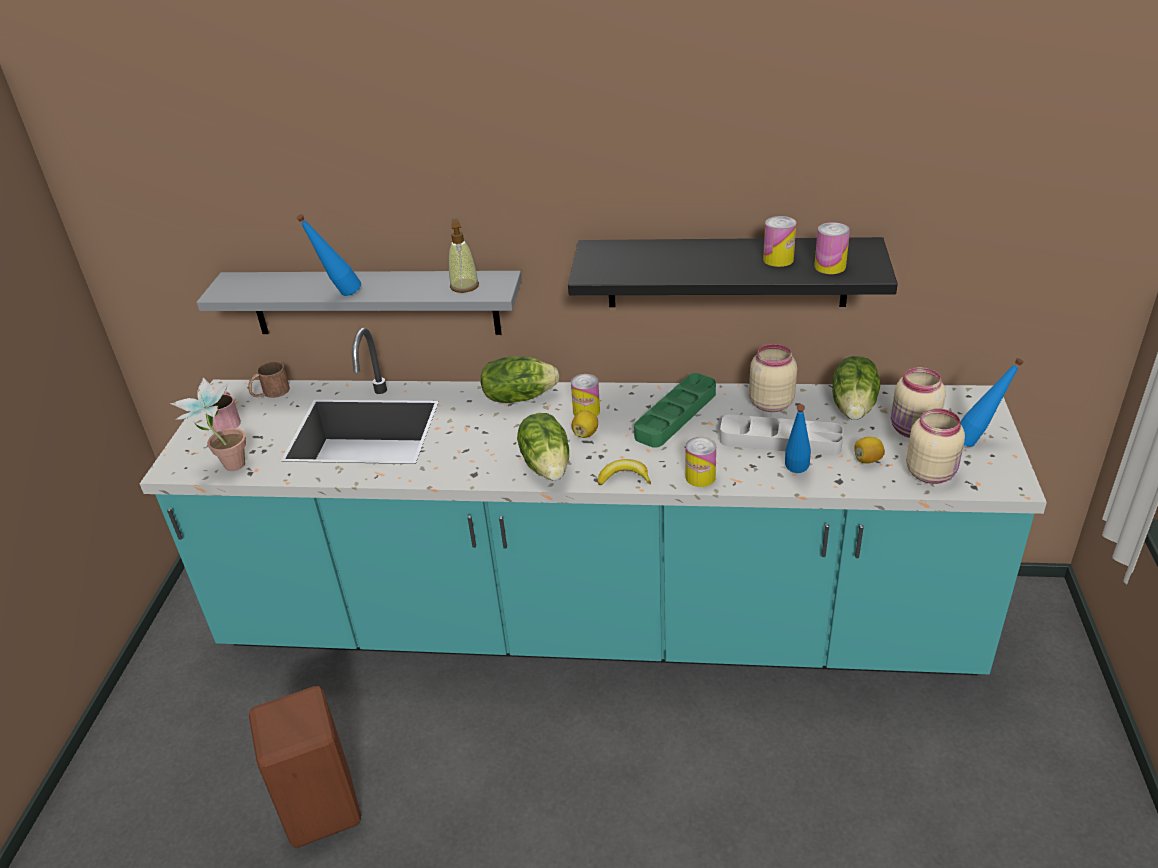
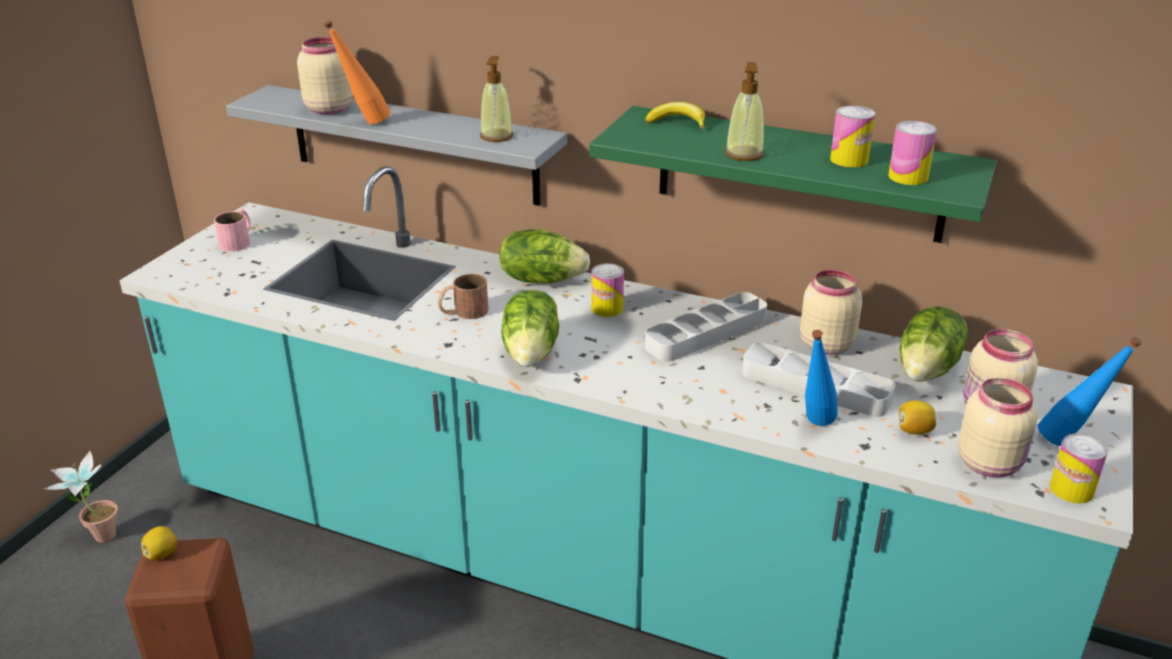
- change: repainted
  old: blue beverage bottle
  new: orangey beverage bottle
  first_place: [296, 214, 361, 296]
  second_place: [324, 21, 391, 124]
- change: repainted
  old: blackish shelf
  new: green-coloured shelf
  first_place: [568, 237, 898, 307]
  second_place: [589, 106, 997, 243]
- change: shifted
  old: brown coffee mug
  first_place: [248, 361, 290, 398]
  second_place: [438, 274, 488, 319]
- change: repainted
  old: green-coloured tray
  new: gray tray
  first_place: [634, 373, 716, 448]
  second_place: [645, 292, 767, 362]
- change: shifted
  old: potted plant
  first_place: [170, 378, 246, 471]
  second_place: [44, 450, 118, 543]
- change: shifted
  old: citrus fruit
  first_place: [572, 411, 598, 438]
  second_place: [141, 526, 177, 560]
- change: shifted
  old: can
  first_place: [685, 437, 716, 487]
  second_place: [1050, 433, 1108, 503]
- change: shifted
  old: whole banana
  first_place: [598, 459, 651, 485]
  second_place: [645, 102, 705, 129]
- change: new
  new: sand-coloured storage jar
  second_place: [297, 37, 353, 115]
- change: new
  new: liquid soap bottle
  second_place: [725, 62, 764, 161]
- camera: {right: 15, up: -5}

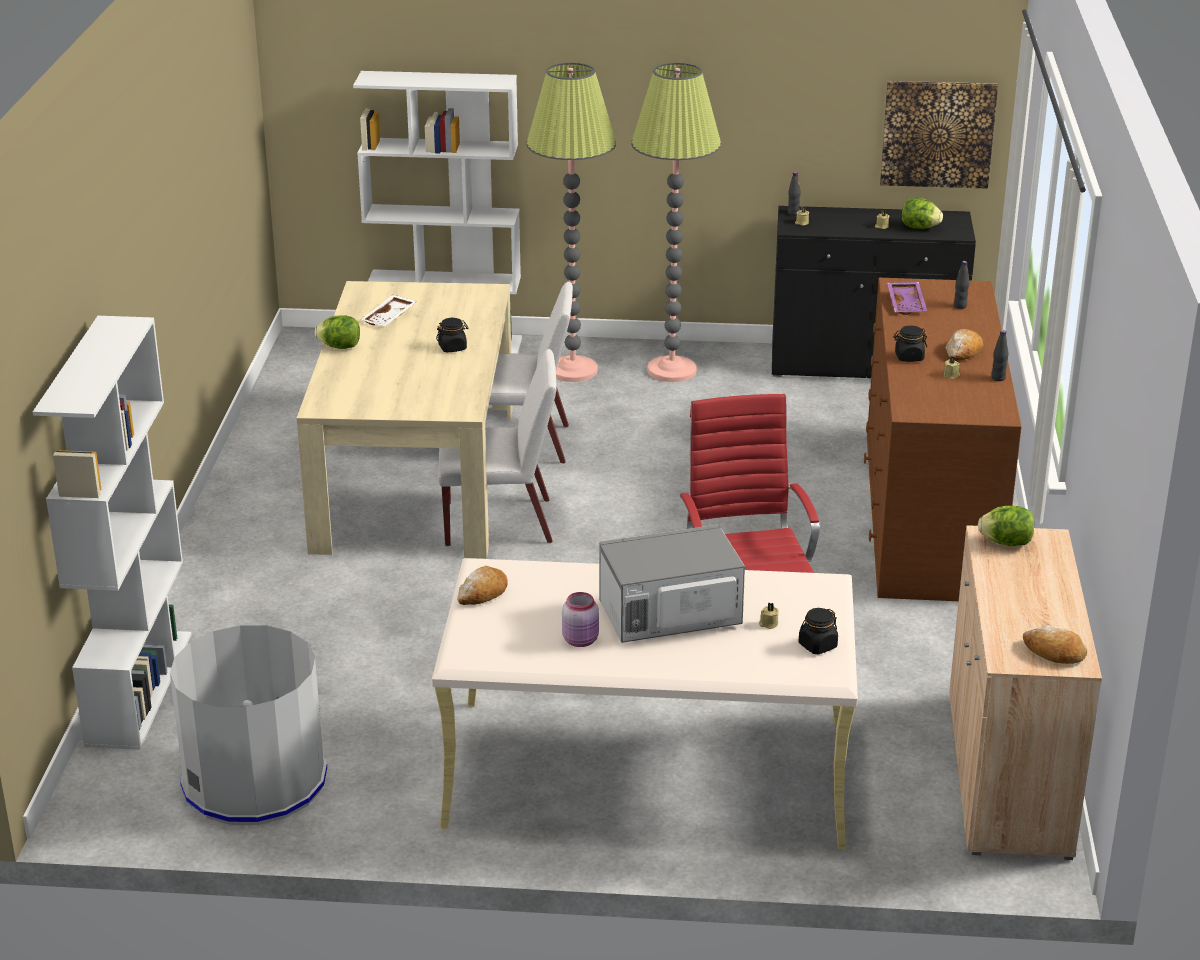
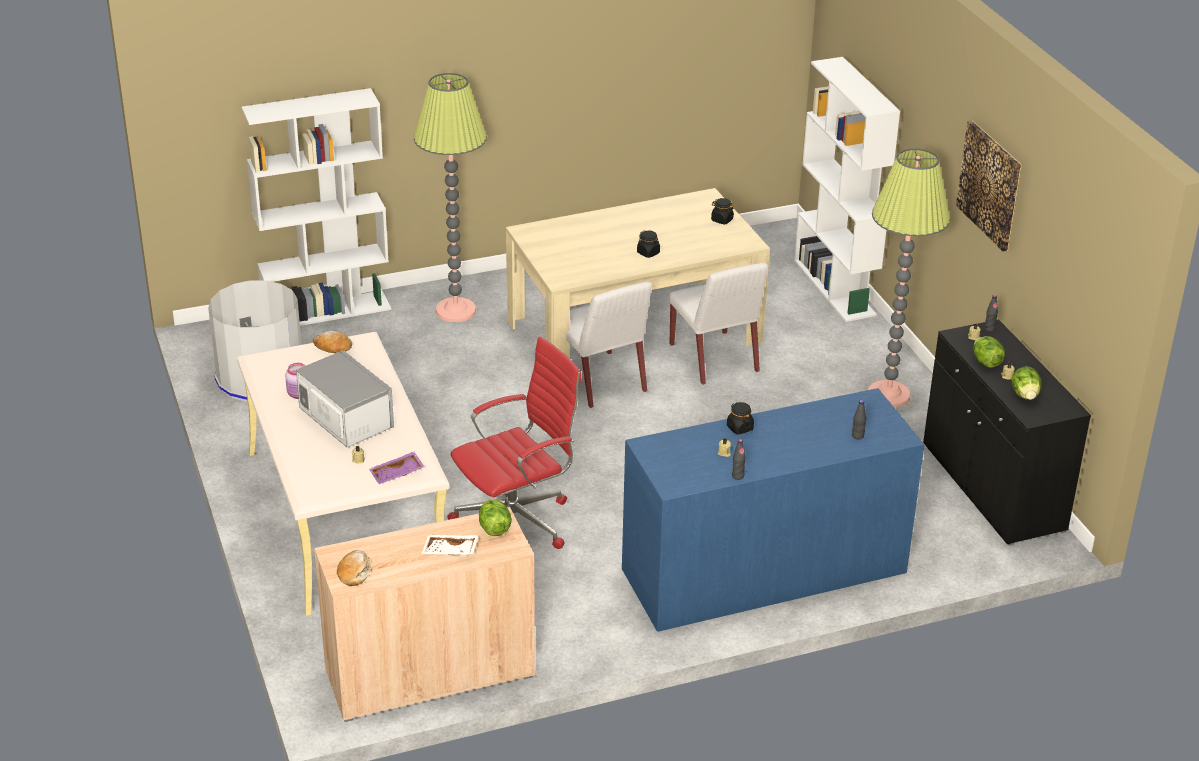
- change: shifted
  old: standing lamp
  first_place: [526, 63, 616, 382]
  second_place: [414, 73, 487, 322]
- change: shifted
  old: wall picture
  first_place: [880, 81, 998, 189]
  second_place: [956, 121, 1022, 251]
- change: repainted
  old: brown dresser
  new: blue dresser
  first_place: [864, 278, 1022, 601]
  second_place: [622, 388, 925, 632]
- change: shifted
  old: purplish tray
  first_place: [887, 282, 927, 315]
  second_place: [369, 452, 424, 484]
- change: shifted
  old: white-coloured tray
  first_place: [360, 295, 417, 326]
  second_place: [421, 535, 479, 555]
- change: shifted
  old: lettuce
  first_place: [315, 315, 360, 349]
  second_place: [974, 336, 1005, 368]
- change: gone
  old: bread
  first_place: [946, 329, 983, 361]
- change: shifted
  old: blackish storage jar
  first_place: [799, 608, 838, 654]
  second_place: [711, 198, 734, 224]
- camera: {right: 65, up: 5}

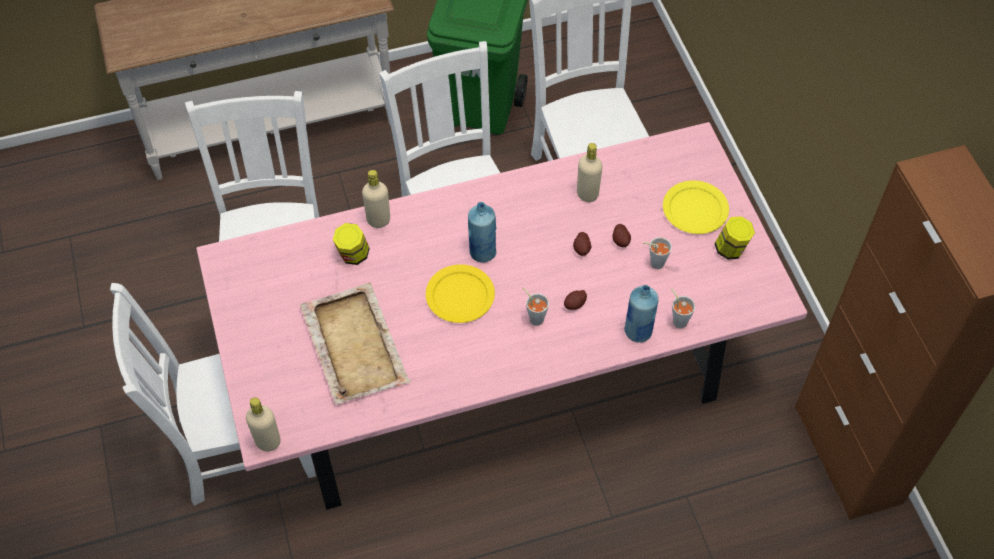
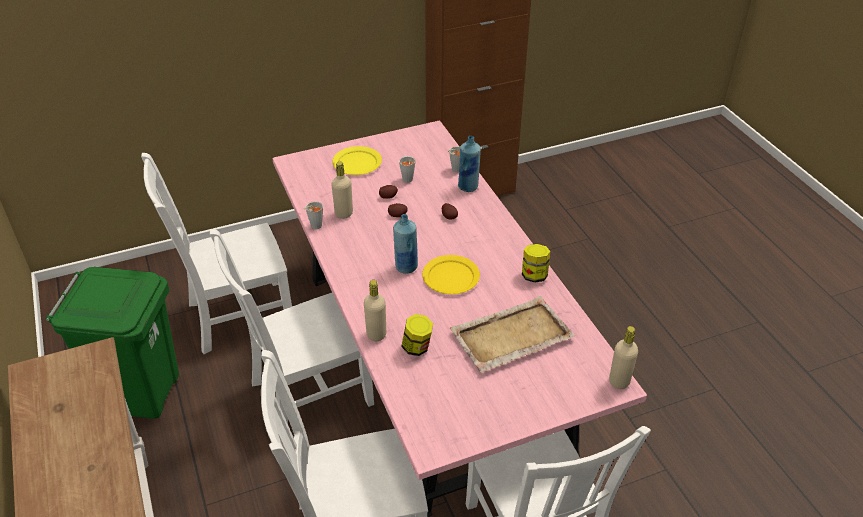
- change: shifted
  old: storage jar
  first_place: [714, 216, 755, 260]
  second_place: [522, 244, 550, 283]
- change: shifted
  old: gray small cup
  first_place: [523, 287, 549, 326]
  second_place: [303, 201, 323, 229]
- camera: {right: -95, up: -15}

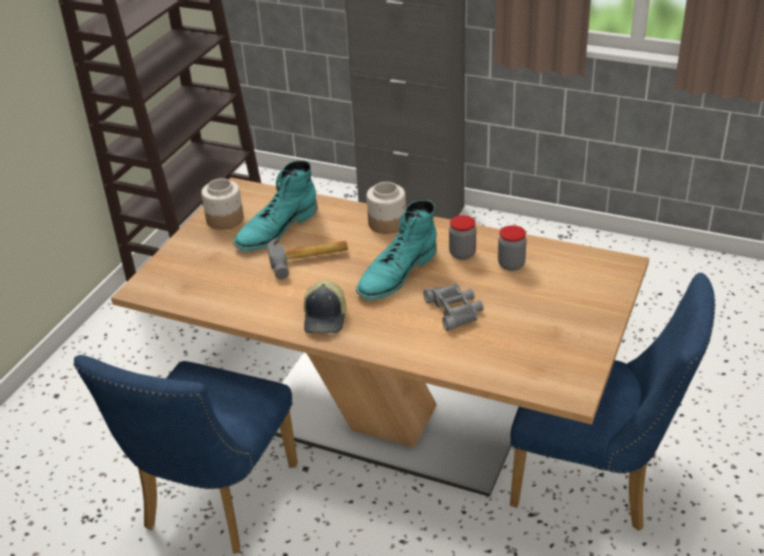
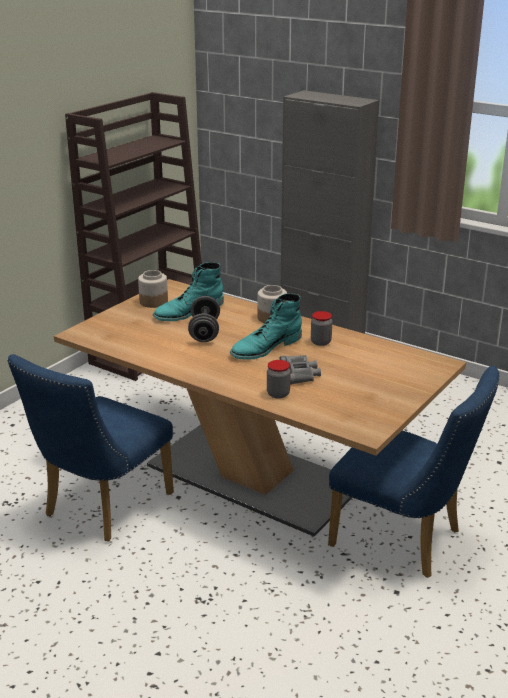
- change: shifted
  old: storage jar
  first_place: [498, 225, 527, 271]
  second_place: [267, 360, 291, 399]
- change: swapped
  old: hammer
  new: gray dumbbell
  first_place: [268, 238, 348, 280]
  second_place: [188, 296, 220, 342]
- change: gone
  old: cap
  first_place: [304, 280, 346, 333]
- camera: {right: 10, up: -10}

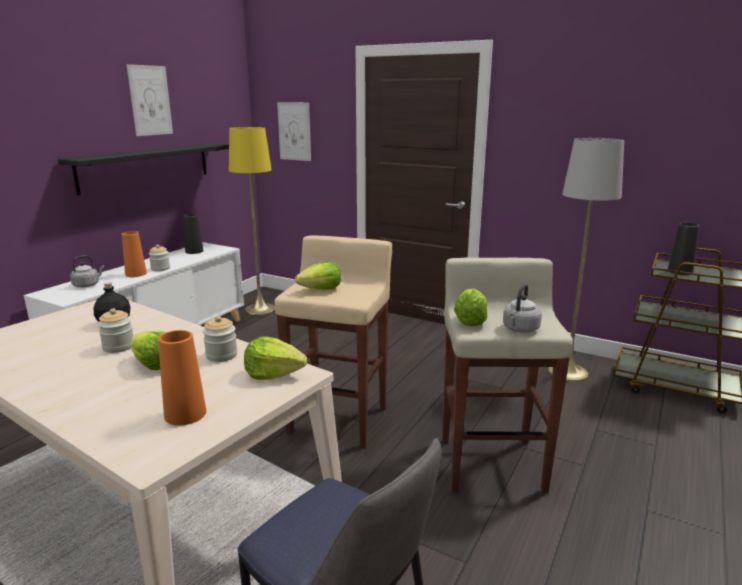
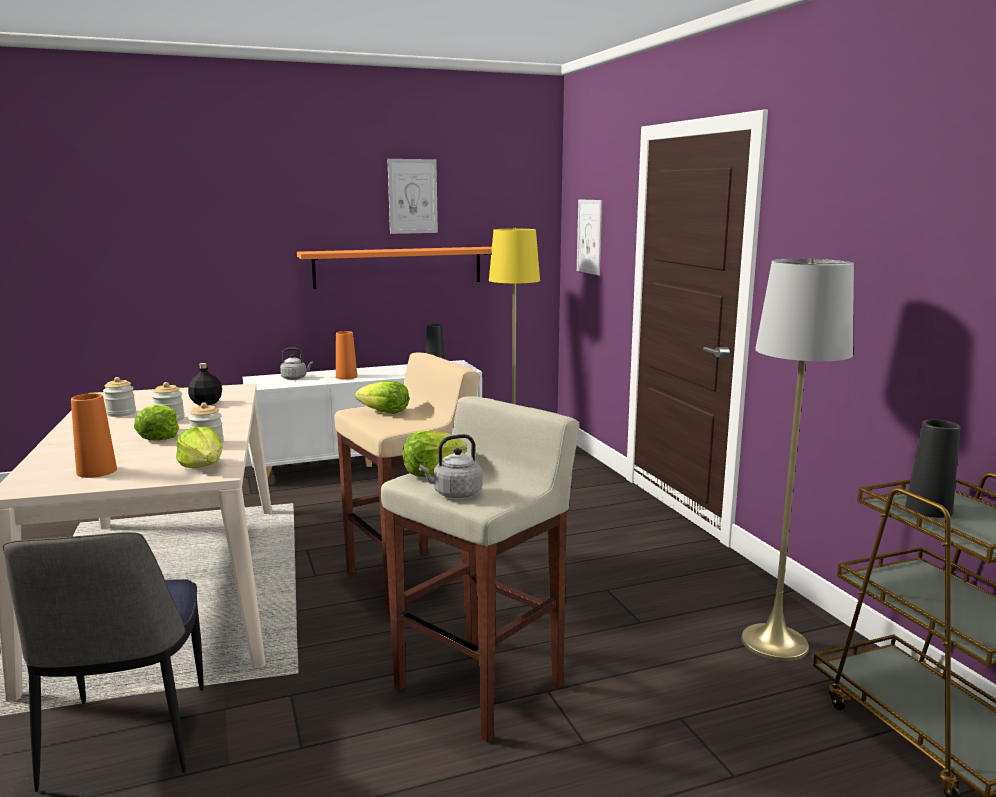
- change: repainted
  old: blackish shelf
  new: orangey shelf
  first_place: [57, 144, 229, 195]
  second_place: [297, 247, 492, 289]
- change: shifted
  old: storage jar
  first_place: [149, 245, 170, 271]
  second_place: [103, 377, 136, 417]
- camera: {right: 40, up: -5}

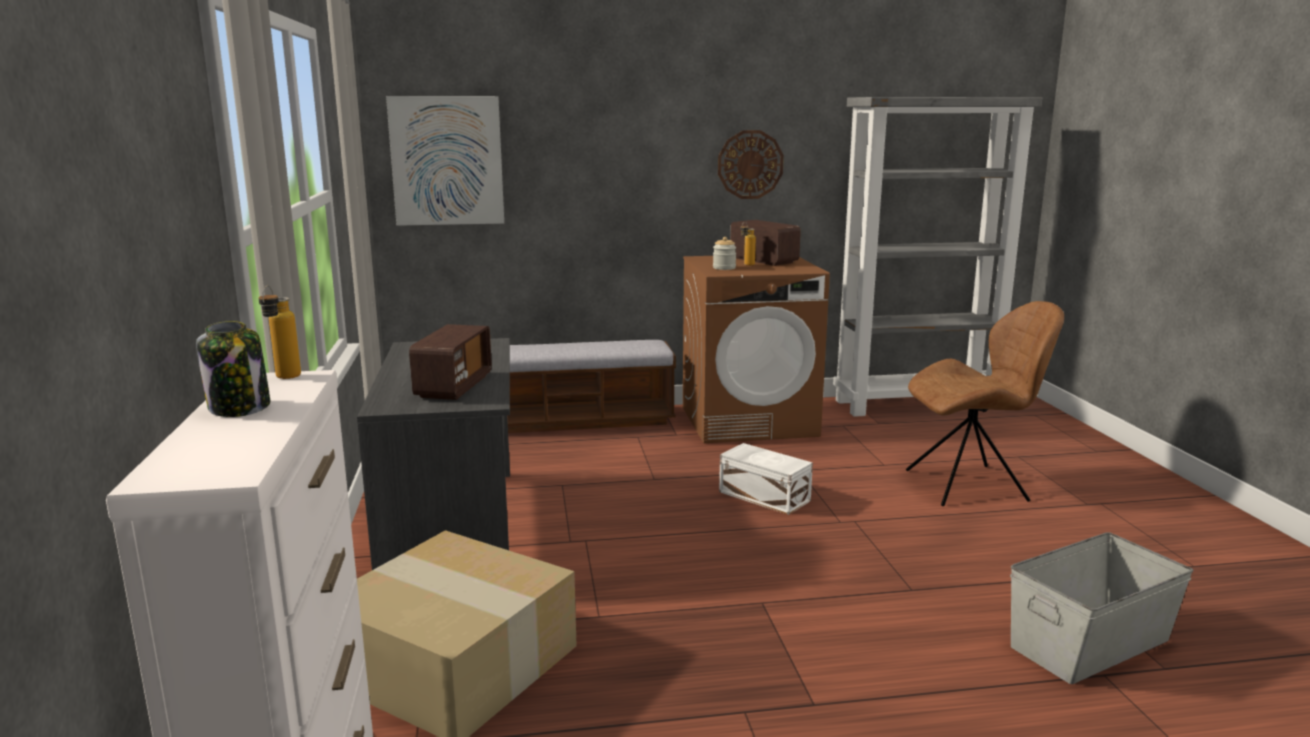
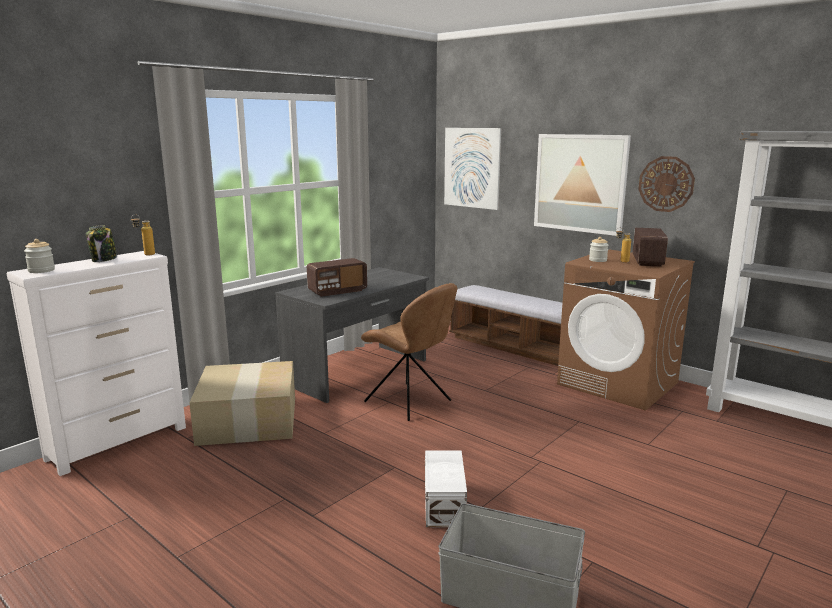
- change: shifted
  old: brown plain chair
  first_place: [906, 301, 1064, 506]
  second_place: [361, 283, 457, 421]
- change: shifted
  old: white-coloured storage bin
  first_place: [719, 443, 813, 515]
  second_place: [425, 450, 467, 527]
- change: new
  new: wall picture
  second_place: [534, 134, 631, 236]
- change: new
  new: storage jar
  second_place: [24, 239, 55, 273]
- camera: {right: 50, up: 0}

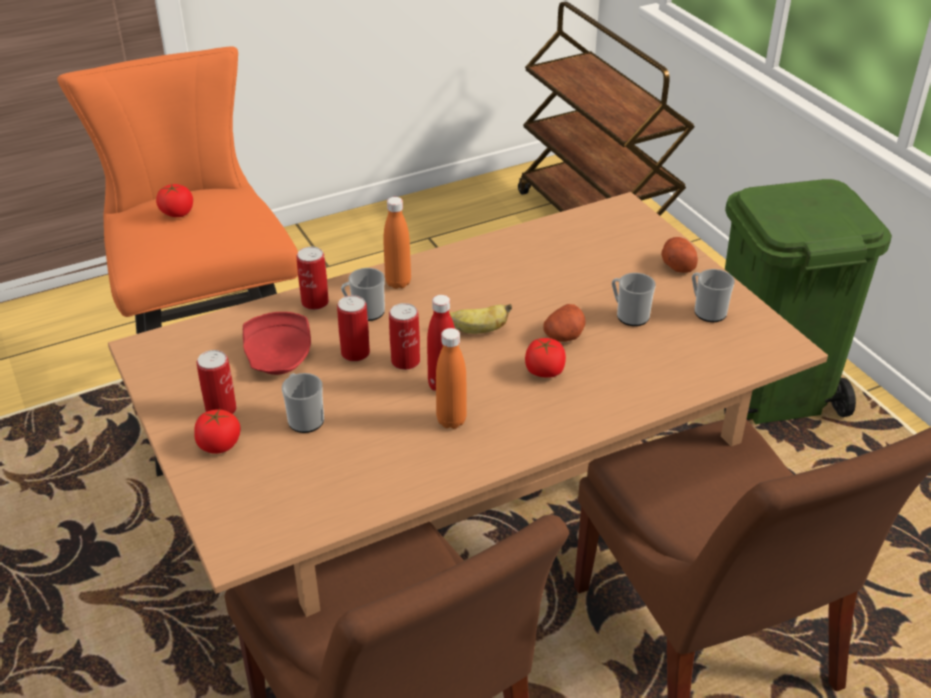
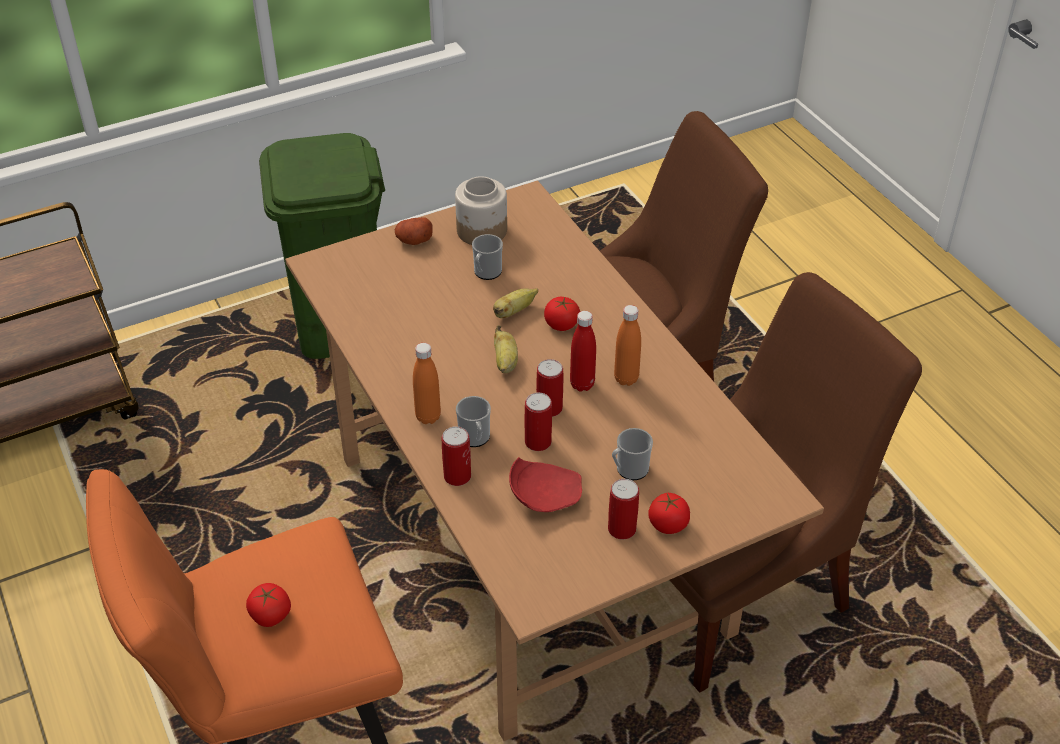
- change: swapped
  old: coffee mug
  new: storage jar
  first_place: [692, 269, 735, 322]
  second_place: [455, 176, 507, 245]
- change: swapped
  old: spud
  new: whole banana
  first_place: [543, 304, 586, 342]
  second_place: [493, 288, 538, 318]
- camera: {right: -90, up: 5}

